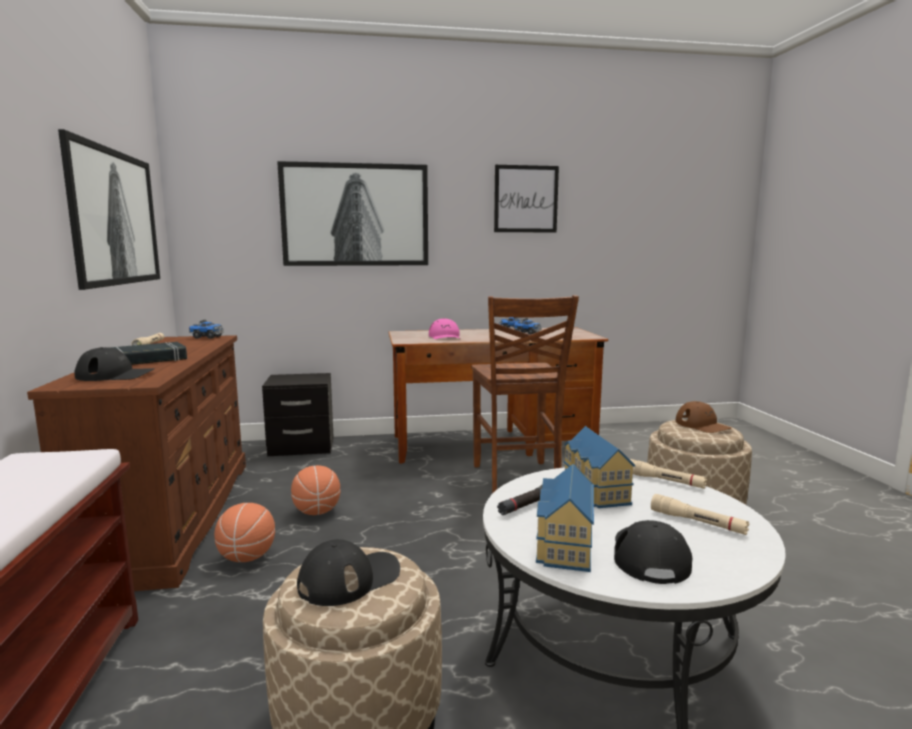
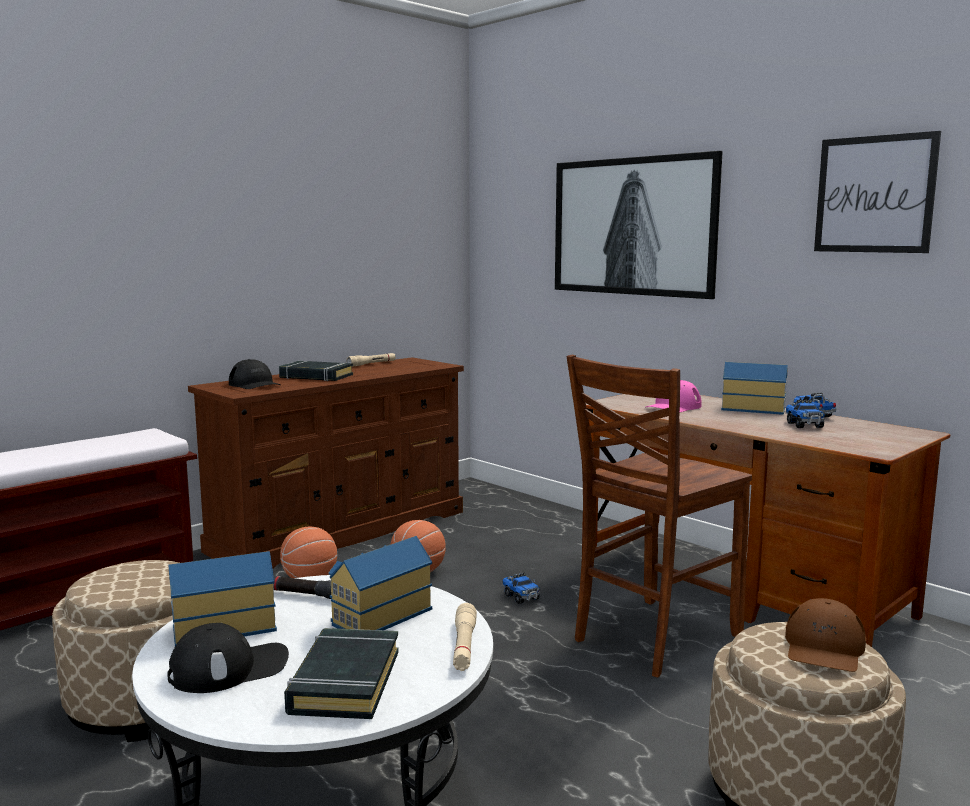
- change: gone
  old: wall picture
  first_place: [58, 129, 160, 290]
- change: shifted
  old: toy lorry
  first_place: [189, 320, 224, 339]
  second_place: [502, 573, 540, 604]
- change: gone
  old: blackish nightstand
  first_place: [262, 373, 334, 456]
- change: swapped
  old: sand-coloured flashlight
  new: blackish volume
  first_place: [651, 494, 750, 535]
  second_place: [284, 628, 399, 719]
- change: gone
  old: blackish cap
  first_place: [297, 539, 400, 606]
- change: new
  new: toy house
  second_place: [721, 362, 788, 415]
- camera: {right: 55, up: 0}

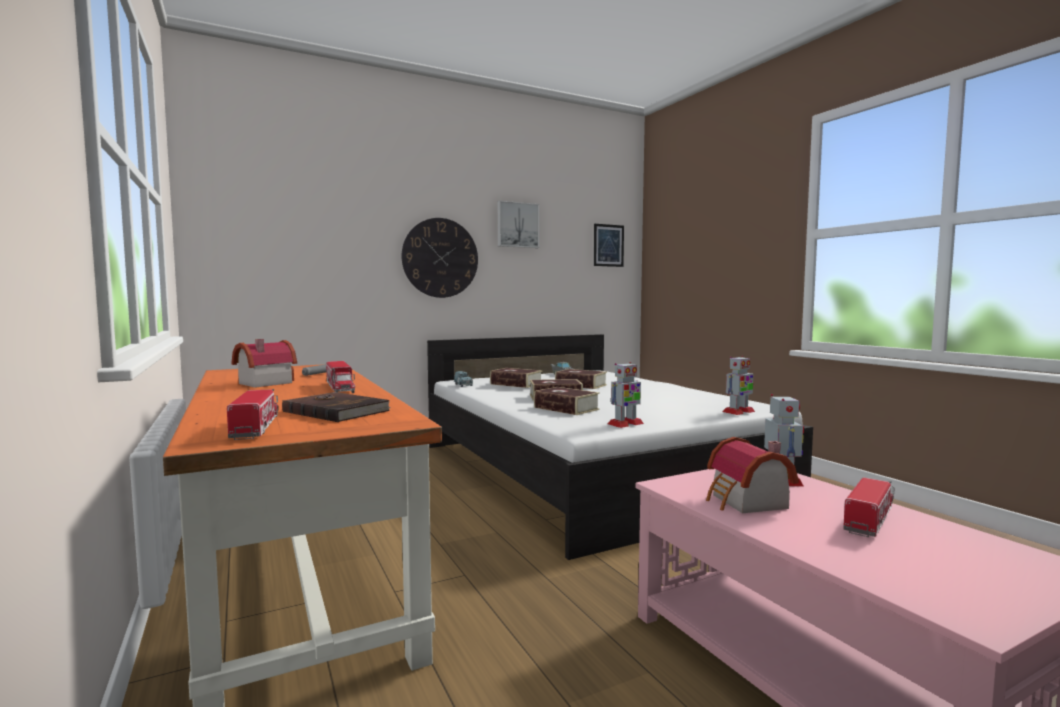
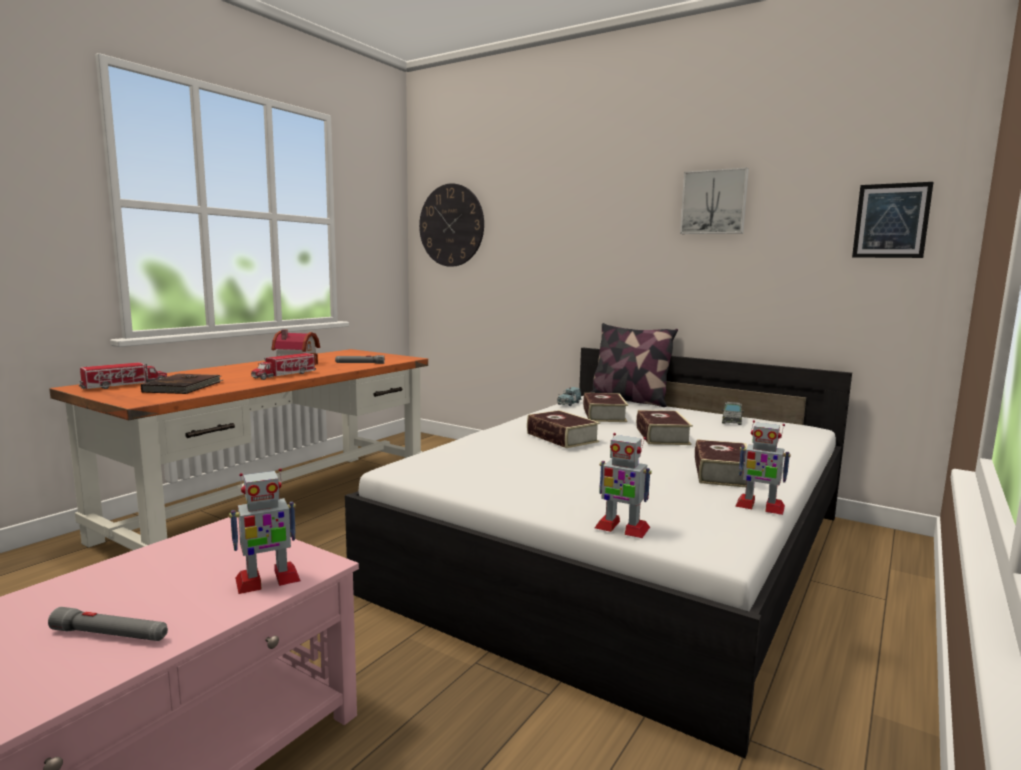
- change: shifted
  old: hanging clock
  first_place: [401, 218, 478, 298]
  second_place: [419, 183, 484, 267]
- change: shifted
  old: toy robot
  first_place: [608, 362, 644, 428]
  second_place: [735, 420, 791, 515]
- change: shifted
  old: volume
  first_place: [534, 387, 600, 415]
  second_place: [695, 440, 747, 487]
- change: gone
  old: toy house
  first_place: [706, 437, 799, 513]
- change: swapped
  old: toy lorry
  new: gray flashlight
  first_place: [843, 478, 895, 537]
  second_place: [48, 607, 168, 641]
- change: new
  new: throw pillow
  second_place: [590, 323, 678, 407]
- camera: {right: 60, up: 5}

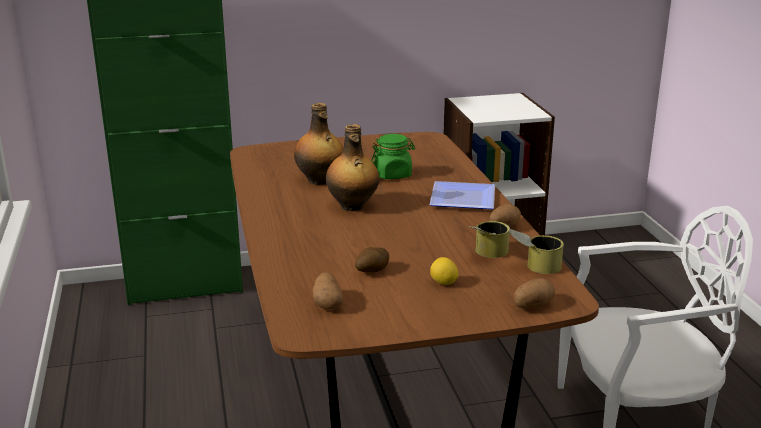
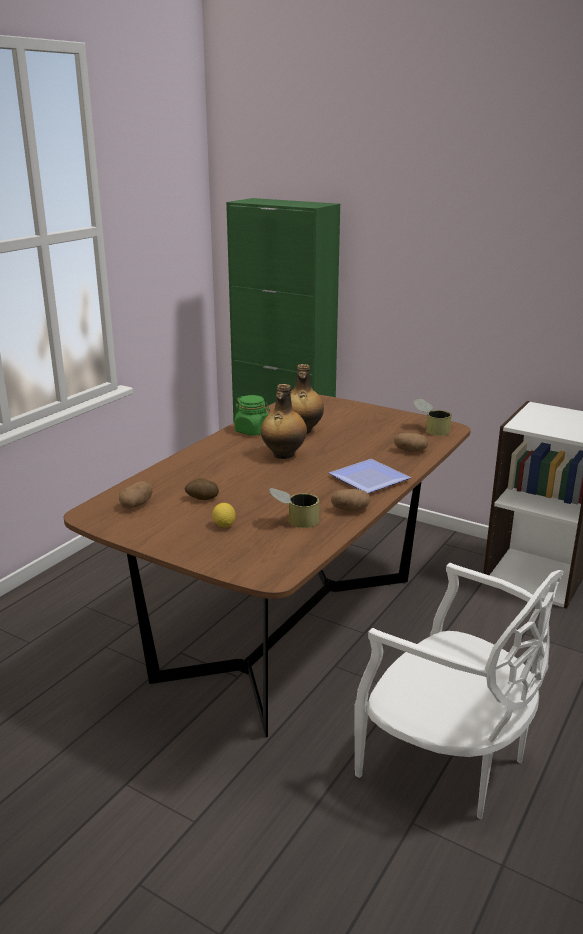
- change: shifted
  old: green-coloured storage jar
  first_place: [371, 134, 415, 179]
  second_place: [234, 395, 270, 436]
- change: shifted
  old: can
  first_place: [508, 229, 564, 274]
  second_place: [414, 398, 452, 436]
- change: shifted
  old: spud
  first_place: [514, 278, 555, 309]
  second_place: [394, 433, 428, 452]
- camera: {right: 45, up: 0}

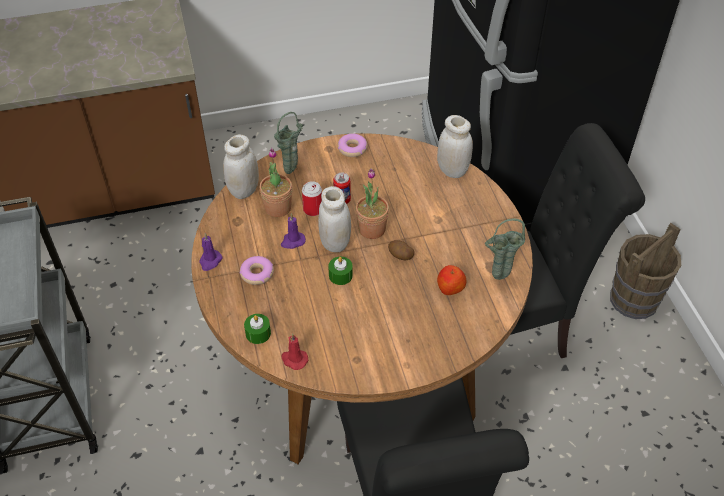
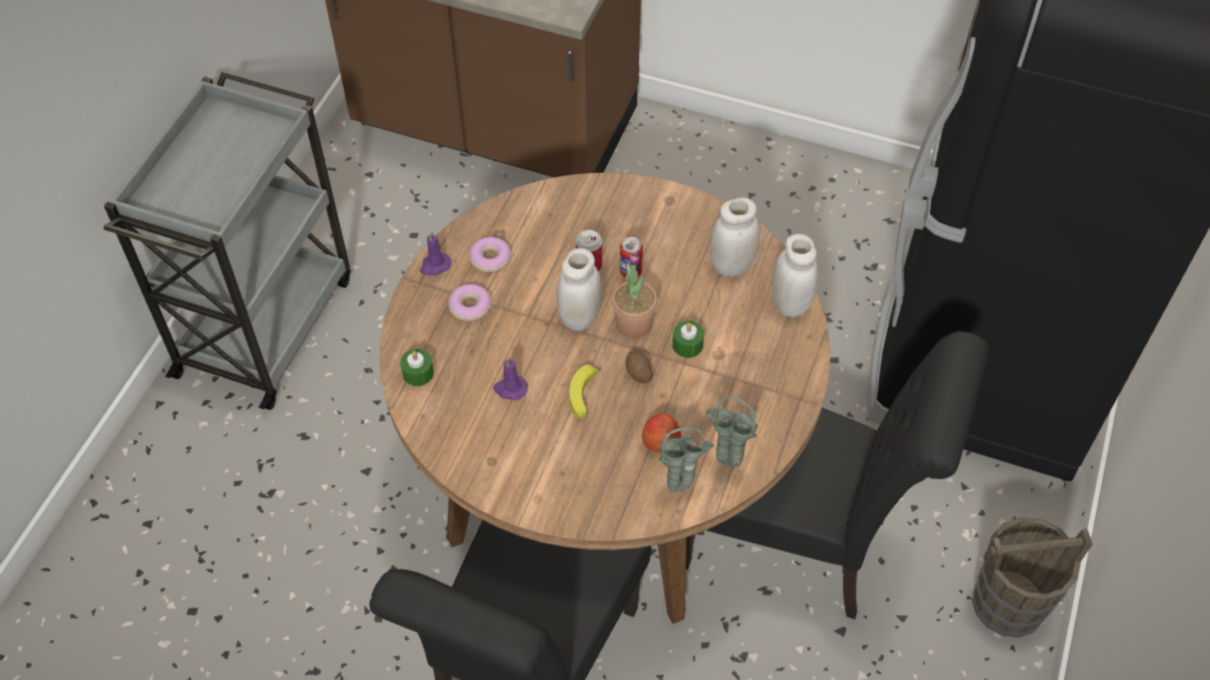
- change: shifted
  old: green-coloured decorative vase
  first_place: [274, 112, 304, 174]
  second_place: [659, 427, 714, 492]
- change: shifted
  old: doughnut
  first_place: [338, 134, 367, 157]
  second_place: [469, 237, 512, 273]
- change: shifted
  old: white-coloured storage jar
  first_place: [223, 135, 259, 199]
  second_place: [710, 197, 760, 277]
- change: gone
  old: potted plant
  first_place: [259, 148, 292, 217]
- change: shifted
  old: purplish candle
  first_place: [281, 213, 306, 249]
  second_place: [493, 357, 528, 400]
- change: shifted
  old: green-coloured candle
  first_place: [328, 257, 353, 285]
  second_place: [672, 321, 704, 358]
- change: gone
  old: reddish candle
  first_place: [281, 333, 308, 370]
- change: new
  new: whole banana
  second_place: [569, 365, 601, 419]
- camera: {right: 35, up: 5}

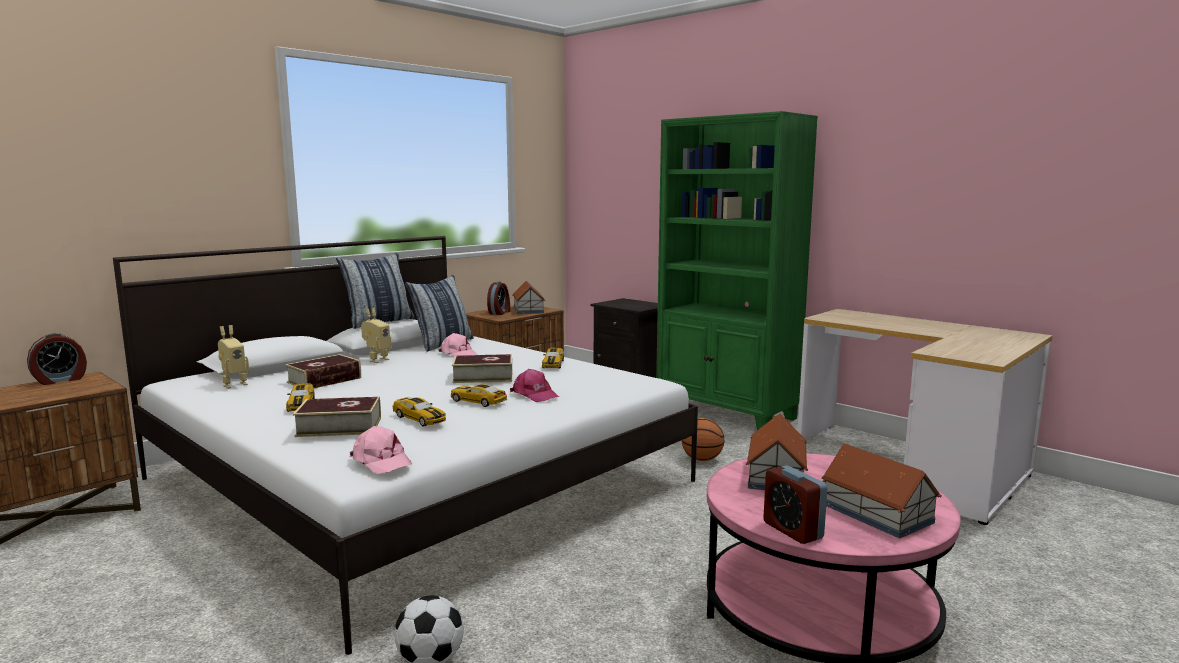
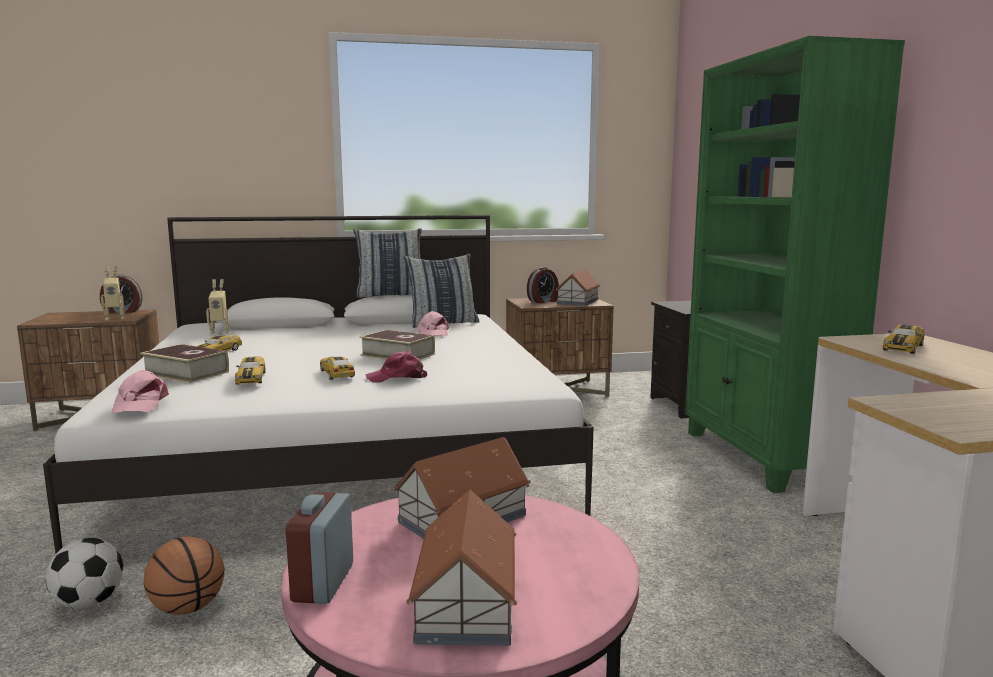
- change: shifted
  old: toy robot
  first_place: [361, 308, 392, 363]
  second_place: [101, 266, 125, 321]
- change: shifted
  old: model car
  first_place: [542, 348, 564, 369]
  second_place: [883, 324, 925, 354]
- change: gone
  old: volume
  first_place: [285, 354, 361, 388]
- change: rotated
  old: pink-coloured cap
  first_place: [510, 369, 559, 402]
  second_place: [365, 350, 427, 383]
  degrees: 90
- change: shifted
  old: ball for basketball
  first_place: [681, 418, 724, 461]
  second_place: [144, 537, 225, 615]
- camera: {right: 35, up: 0}

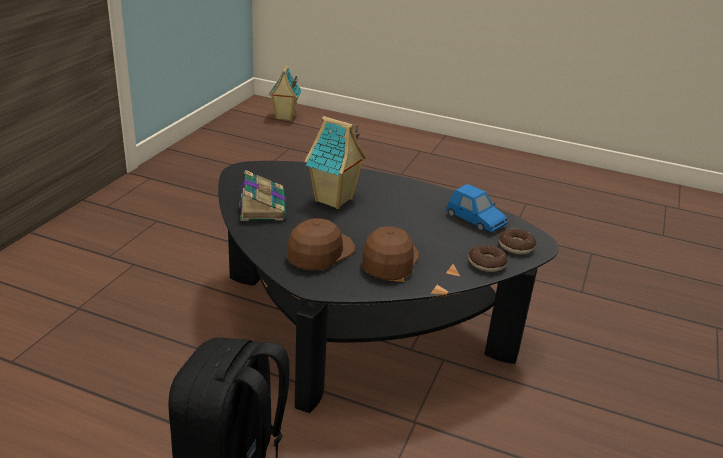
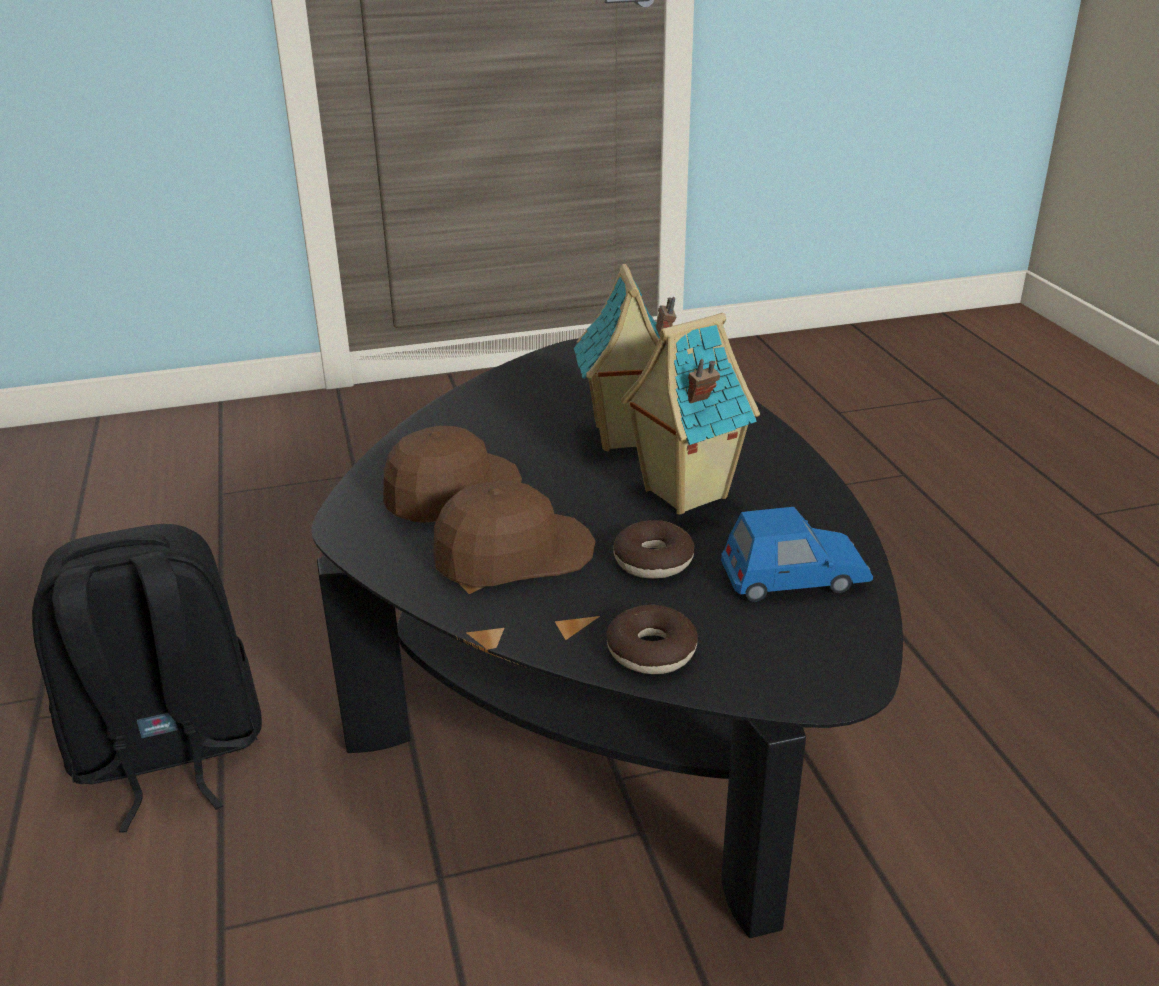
- change: shifted
  old: toy house
  first_place: [269, 65, 302, 121]
  second_place: [621, 313, 760, 515]
- change: gone
  old: volume
  first_place: [239, 170, 286, 221]
- change: rotated
  old: blue model car
  first_place: [446, 184, 508, 232]
  second_place: [721, 507, 873, 602]
  degrees: -105
- change: rotated
  old: brown cap
  first_place: [286, 218, 355, 271]
  second_place: [383, 426, 522, 523]
  degrees: -45
- change: shifted
  old: doughnut
  first_place: [499, 228, 536, 255]
  second_place: [613, 520, 694, 579]
- camera: {right: 55, up: 0}

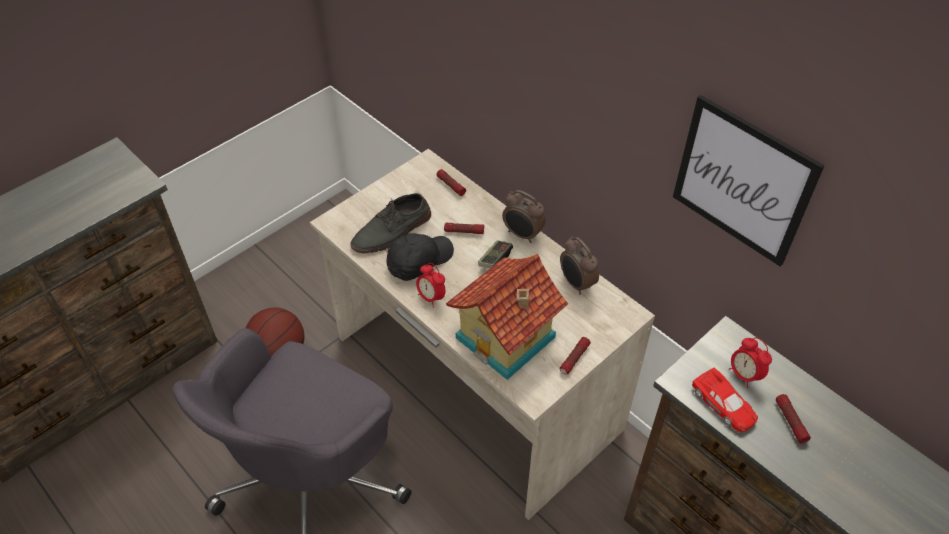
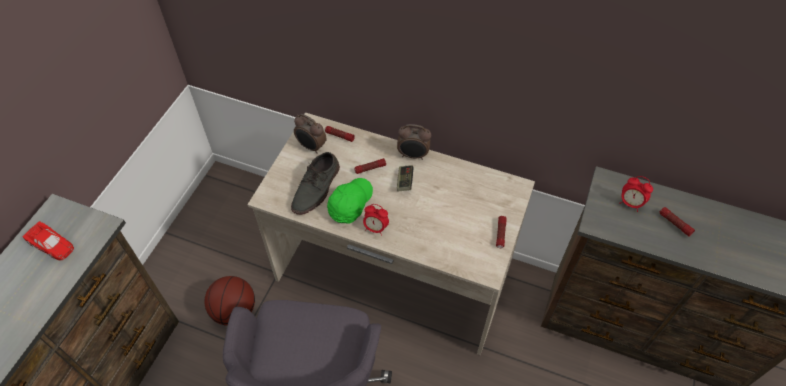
- change: gone
  old: wall picture
  first_place: [673, 95, 825, 266]
- change: repainted
  old: blackish cap
  new: green-coloured cap
  first_place: [386, 233, 454, 281]
  second_place: [327, 178, 373, 224]
- change: shifted
  old: alarm clock
  first_place: [560, 236, 599, 295]
  second_place: [294, 114, 327, 154]
- change: gone
  old: toy house
  first_place: [446, 254, 568, 380]
- change: shifted
  old: reddish model car
  first_place: [692, 368, 758, 433]
  second_place: [23, 221, 74, 261]
- camera: {right: -25, up: 5}

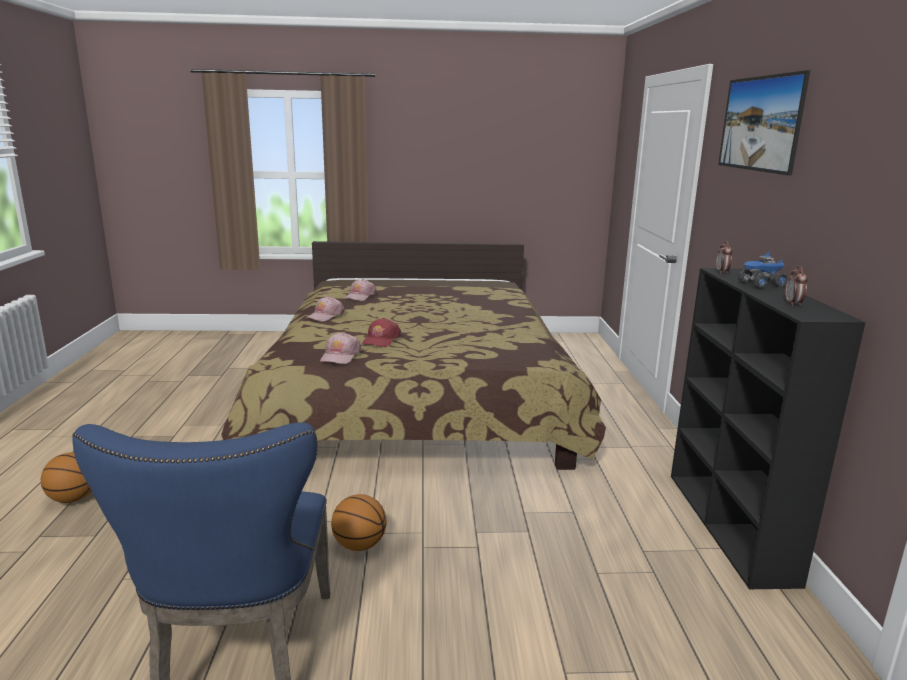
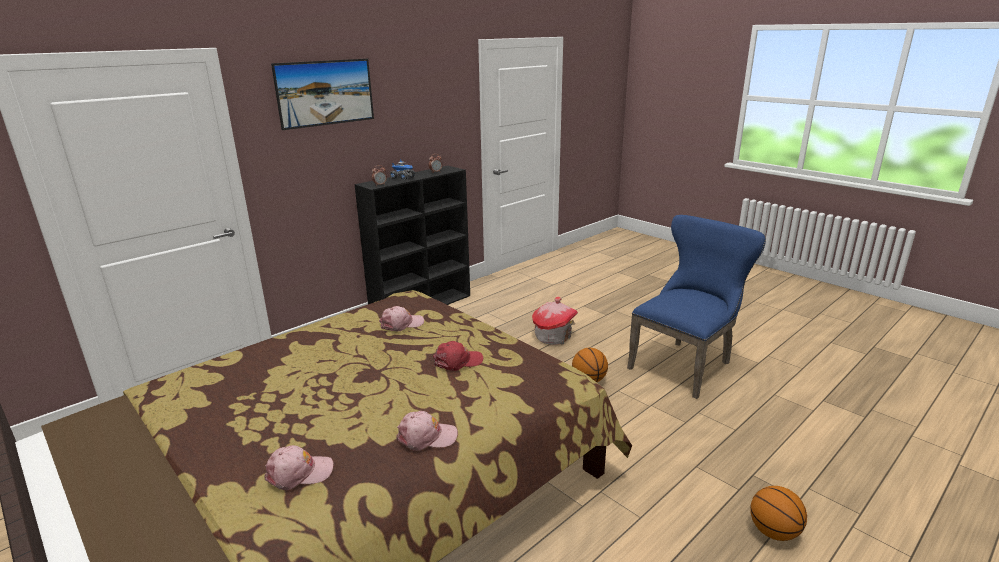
- change: shifted
  old: pink-coloured cap
  first_place: [320, 332, 361, 364]
  second_place: [379, 306, 424, 332]
- change: new
  new: toy house
  second_place: [532, 297, 578, 345]
- camera: {right: -130, up: 5}

